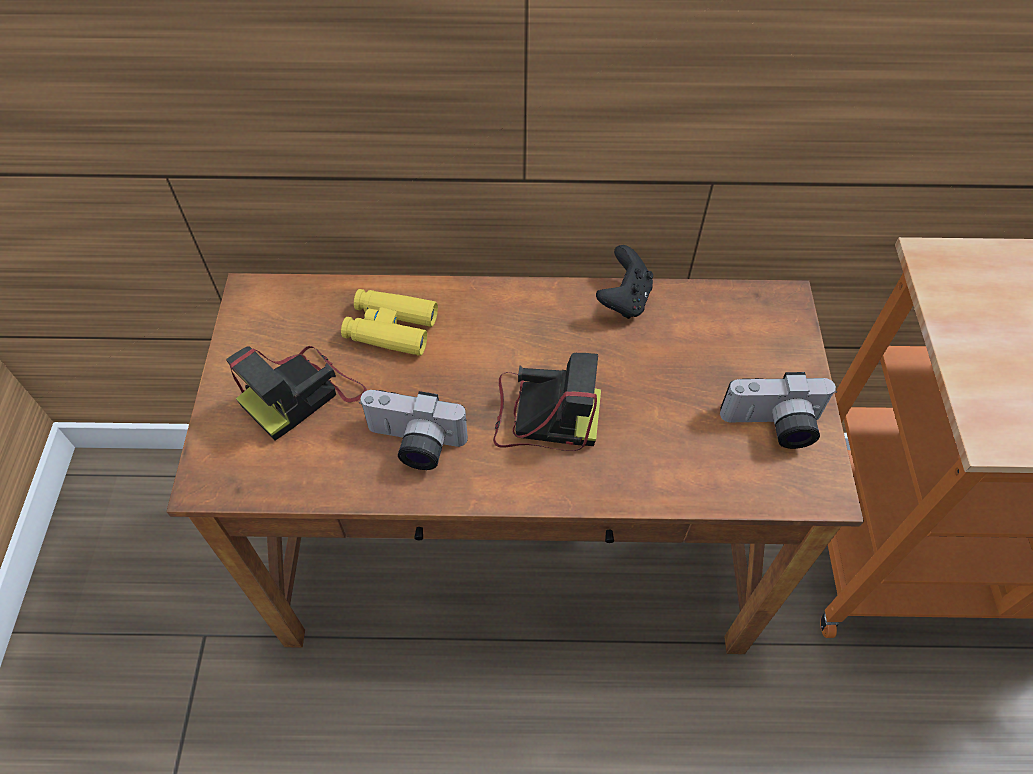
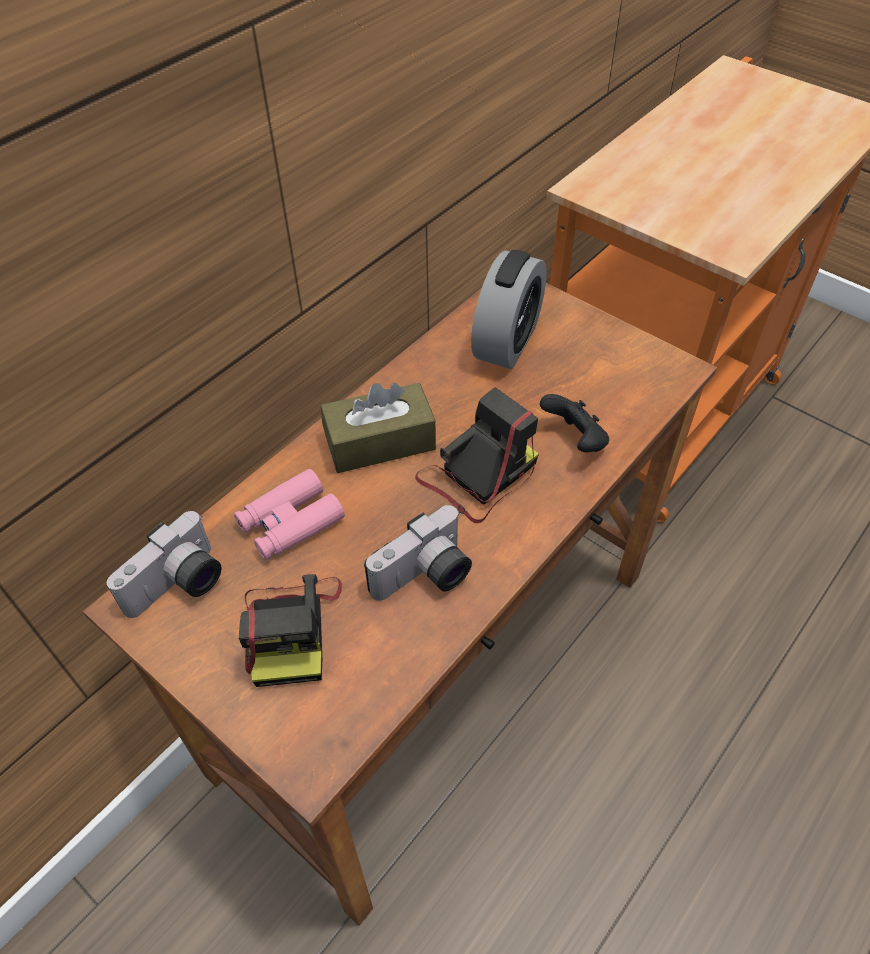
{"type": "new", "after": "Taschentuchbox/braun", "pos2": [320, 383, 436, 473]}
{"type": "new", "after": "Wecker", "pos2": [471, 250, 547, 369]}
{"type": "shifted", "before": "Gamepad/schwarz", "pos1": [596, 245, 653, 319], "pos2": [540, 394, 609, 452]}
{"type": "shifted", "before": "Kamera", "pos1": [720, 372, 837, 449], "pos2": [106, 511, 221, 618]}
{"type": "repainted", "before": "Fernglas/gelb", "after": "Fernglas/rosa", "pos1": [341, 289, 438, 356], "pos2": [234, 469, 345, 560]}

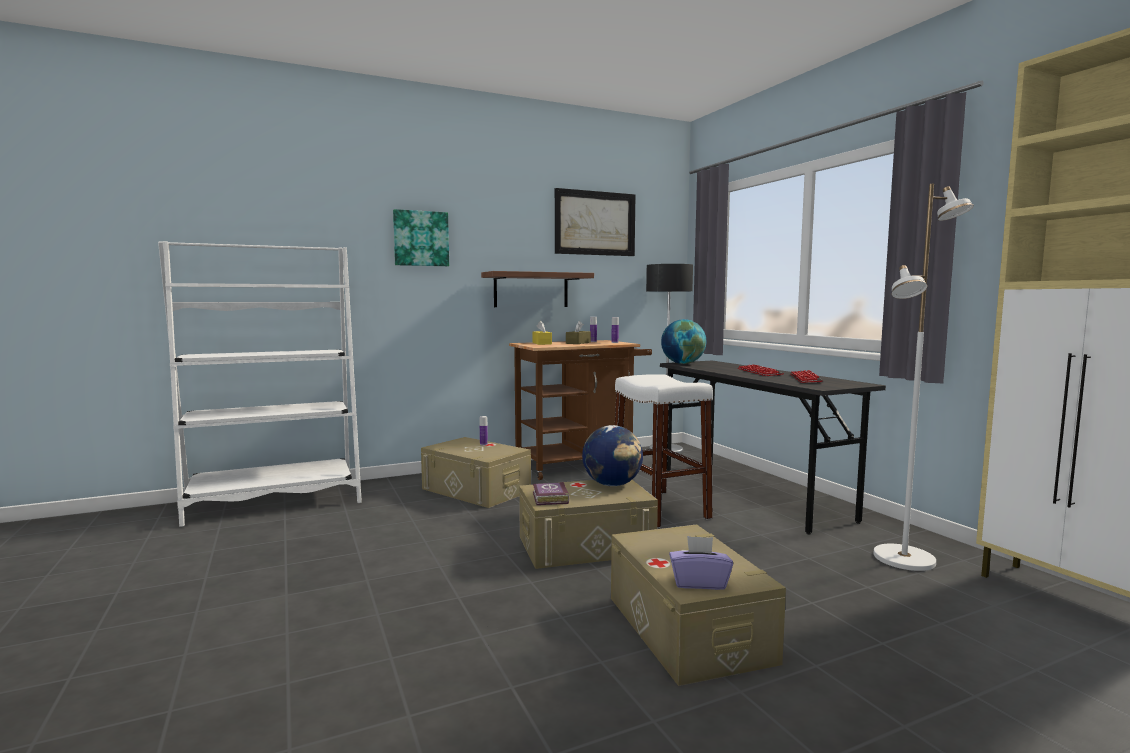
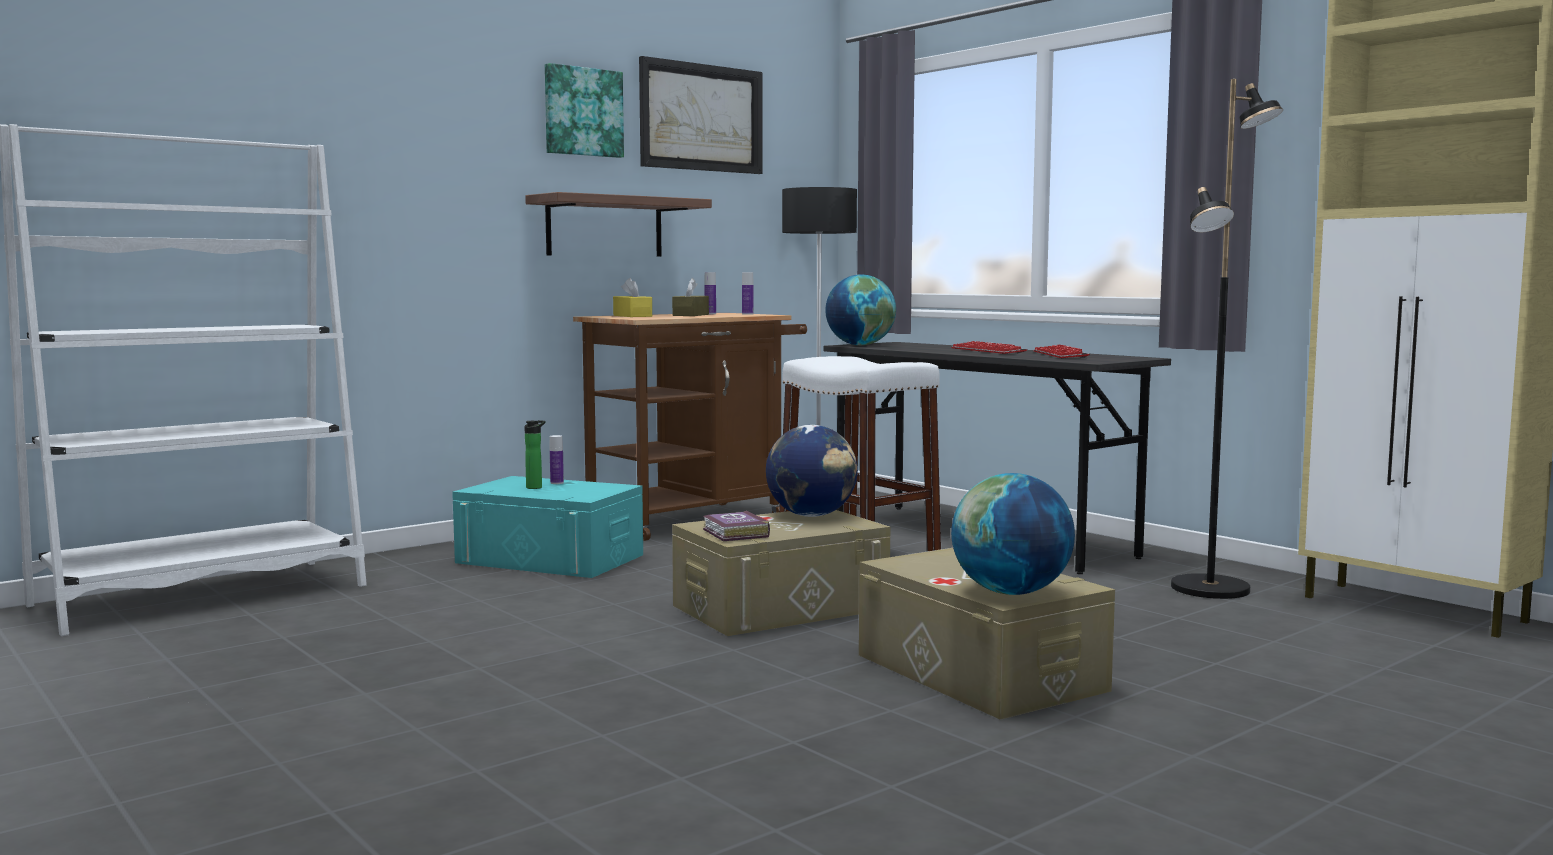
{"type": "new", "after": "Flasche", "pos2": [525, 420, 545, 489]}
{"type": "shifted", "before": "Bild", "pos1": [393, 209, 449, 266], "pos2": [545, 63, 624, 158]}
{"type": "swapped", "before": "Taschentuchbox/lila", "after": "Globus", "pos1": [669, 536, 733, 590], "pos2": [951, 473, 1075, 595]}
{"type": "repainted", "before": "Aufbewahrungsbox/beige", "after": "Aufbewahrungsbox/türkis", "pos1": [421, 437, 531, 508], "pos2": [452, 476, 643, 578]}
{"type": "repainted", "before": "Stehlampe/weiß", "after": "Stehlampe/schwarz", "pos1": [874, 184, 974, 571], "pos2": [1171, 79, 1283, 599]}

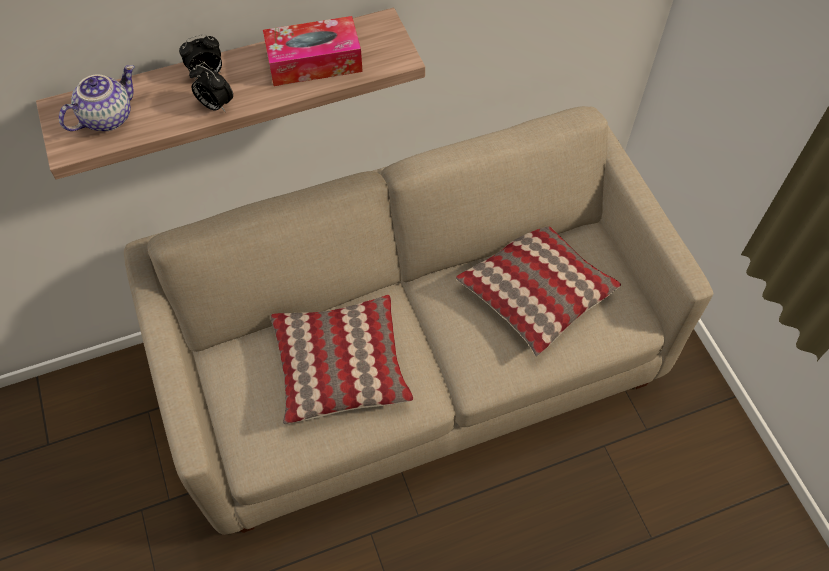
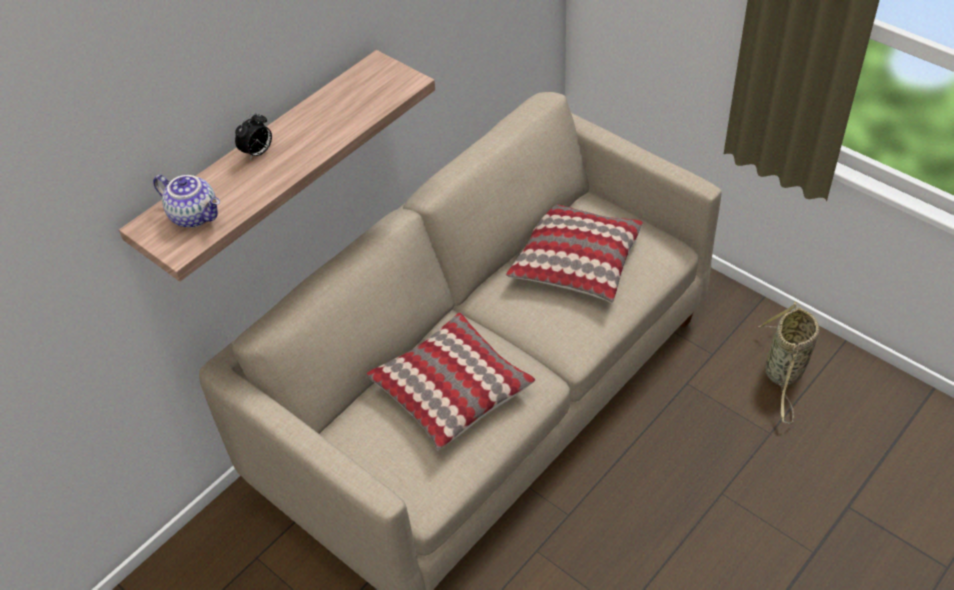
{"type": "gone", "before": "Wecker", "pos1": [189, 65, 233, 112]}
{"type": "gone", "before": "Taschentuchbox", "pos1": [263, 16, 363, 86]}
{"type": "new", "after": "Korb", "pos2": [758, 301, 819, 424]}
{"type": "rotated", "before": "Teekanne", "pos1": [59, 65, 135, 131], "pos2": [153, 175, 220, 228], "turn": 105}

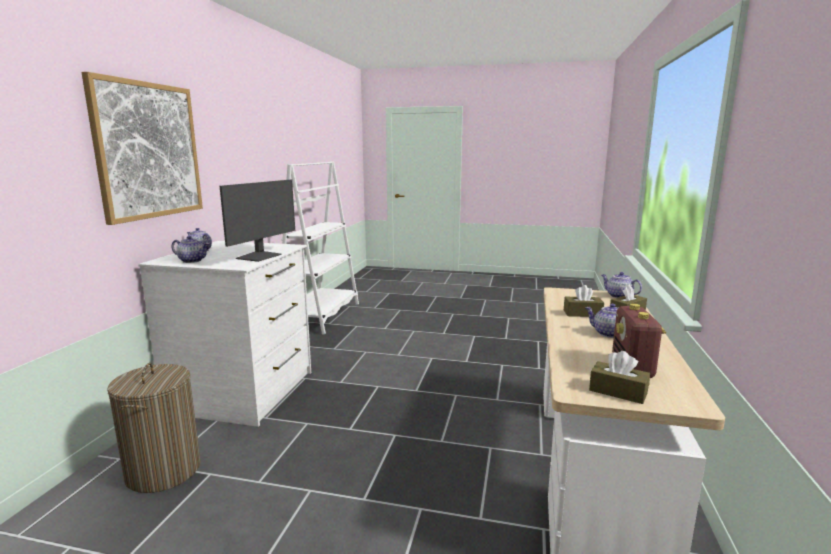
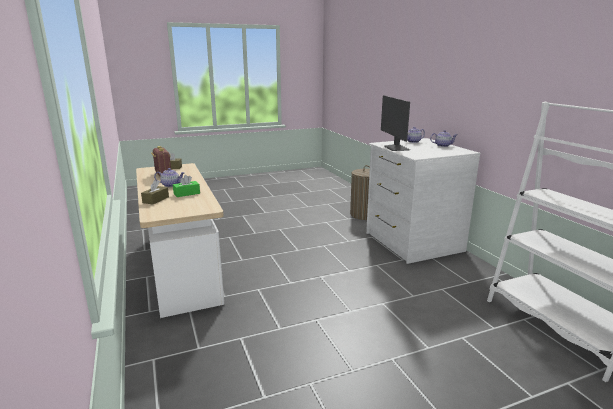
{"type": "gone", "before": "Bild", "pos1": [81, 72, 203, 225]}
{"type": "gone", "before": "Teekanne", "pos1": [602, 272, 642, 298]}
{"type": "repainted", "before": "Taschentuchbox/braun", "after": "Taschentuchbox/grün", "pos1": [564, 285, 604, 317], "pos2": [173, 175, 200, 197]}

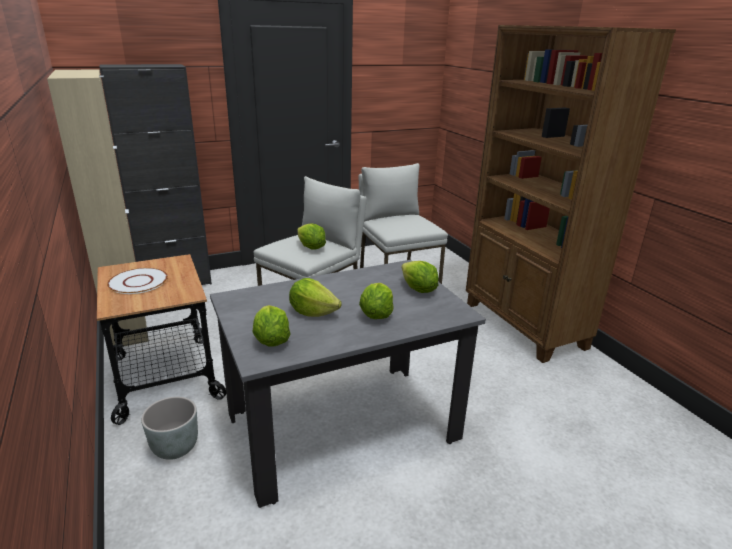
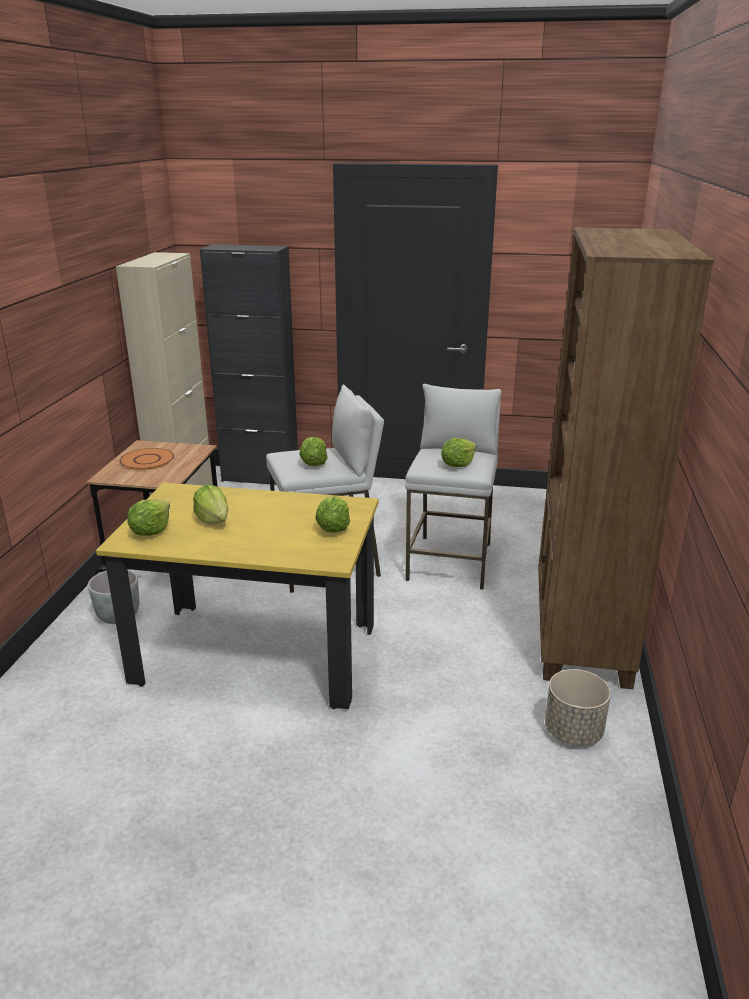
{"type": "new", "after": "Pflanzkübel/beige", "pos2": [545, 669, 611, 746]}
{"type": "shifted", "before": "Salatkopf", "pos1": [359, 283, 394, 319], "pos2": [441, 438, 476, 467]}
{"type": "repainted", "before": "Teller/weiß", "after": "Teller/orange", "pos1": [107, 268, 168, 294], "pos2": [120, 448, 174, 470]}
{"type": "repainted", "before": "Esstisch/grau", "after": "Esstisch/gelb", "pos1": [210, 260, 486, 508], "pos2": [96, 483, 379, 709]}

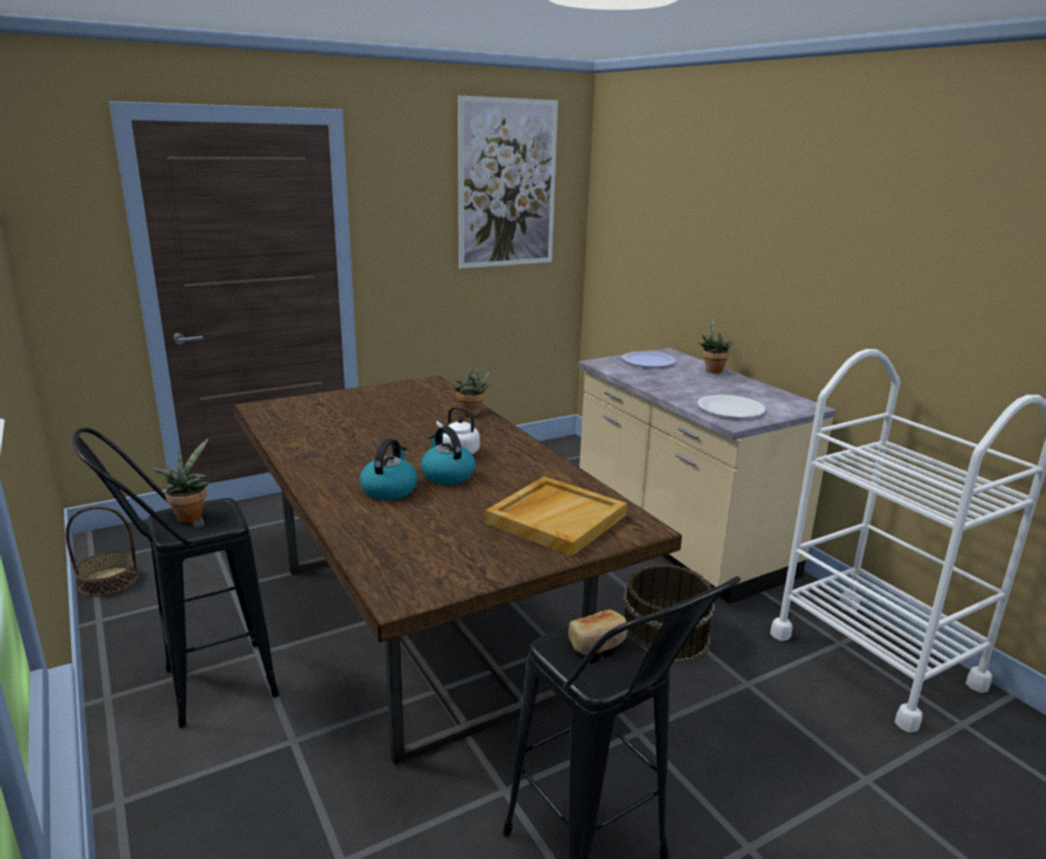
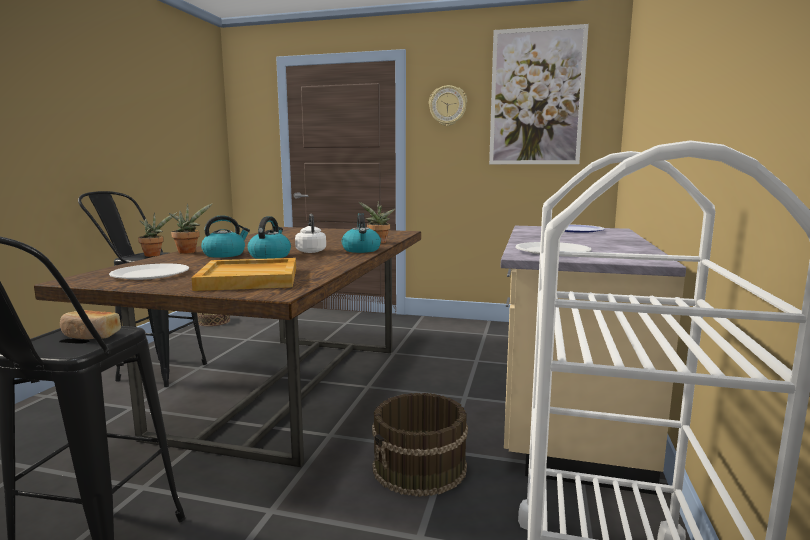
{"type": "new", "after": "Teller/weiß", "pos2": [109, 264, 189, 280]}
{"type": "new", "after": "Wasserkessel", "pos2": [342, 213, 381, 253]}
{"type": "new", "after": "Wanduhr", "pos2": [429, 85, 467, 126]}
{"type": "shifted", "before": "Topfpflanze", "pos1": [698, 318, 732, 374], "pos2": [168, 203, 213, 254]}

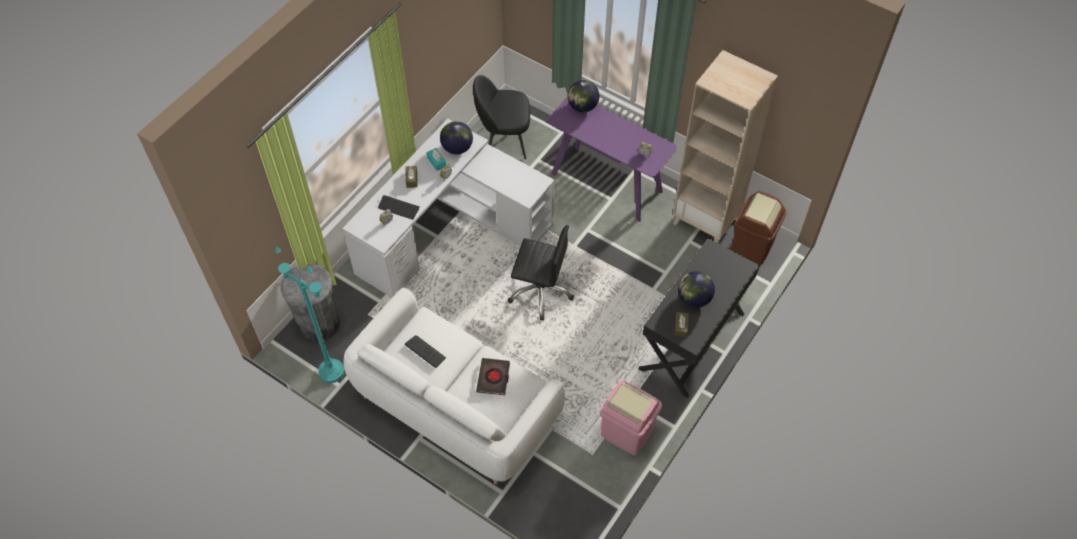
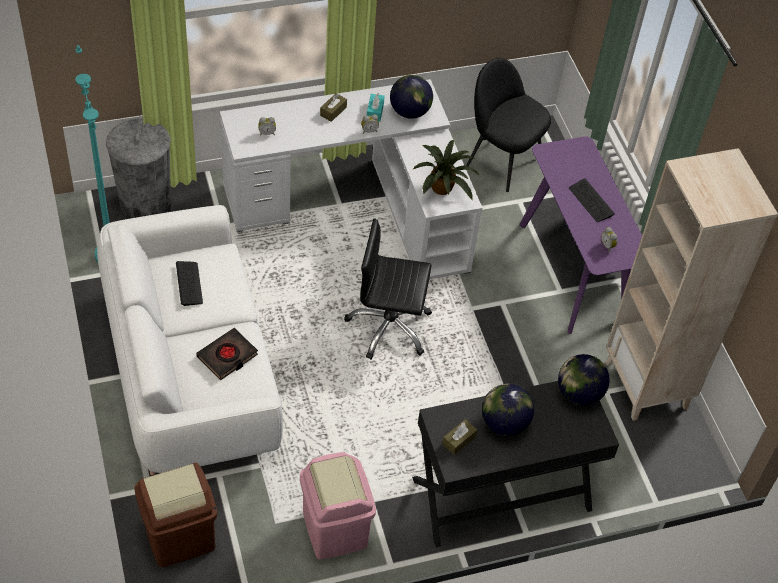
{"type": "new", "after": "Topfpflanze", "pos2": [412, 140, 480, 201]}
{"type": "shifted", "before": "Tastatur", "pos1": [378, 195, 420, 220], "pos2": [569, 178, 615, 222]}
{"type": "shifted", "before": "Globus", "pos1": [567, 80, 599, 112], "pos2": [558, 354, 610, 405]}
{"type": "shifted", "before": "Mülleimer/braun", "pos1": [731, 191, 786, 265], "pos2": [135, 463, 217, 567]}
{"type": "rotated", "before": "Bürostuhl/schwarz", "pos1": [508, 225, 574, 320], "pos2": [344, 218, 432, 360], "turn": 135}

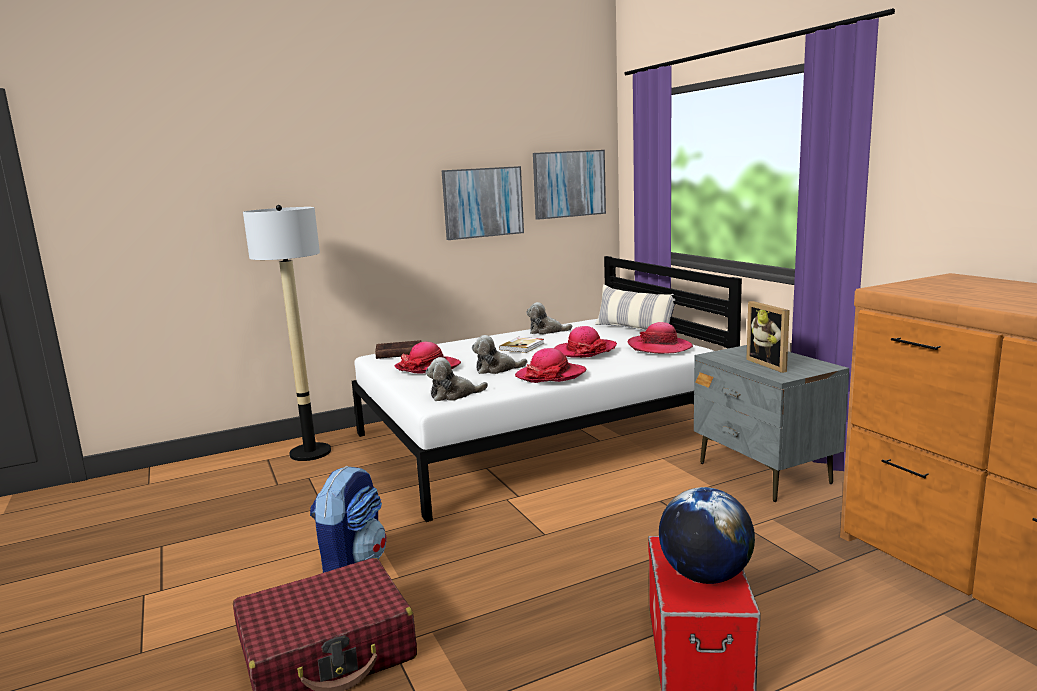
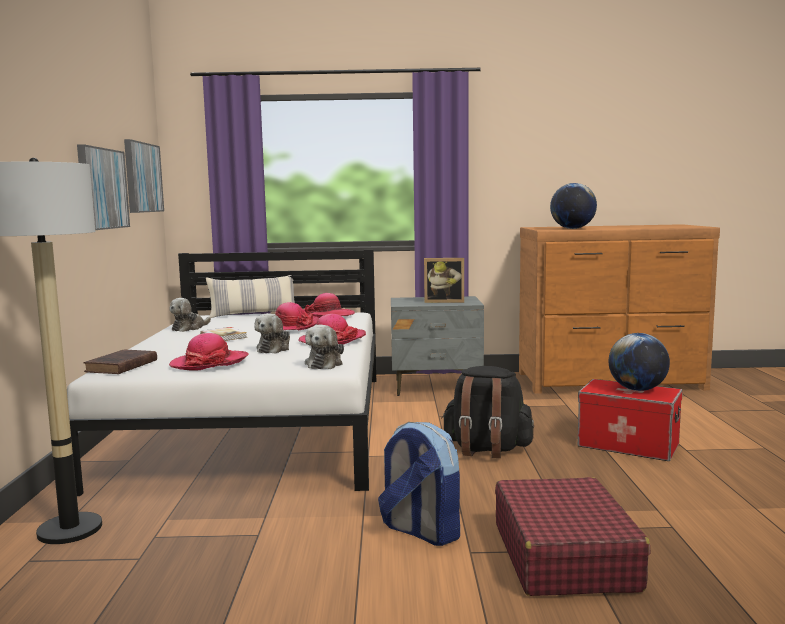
{"type": "new", "after": "Rucksack/schwarz", "pos2": [441, 366, 534, 458]}
{"type": "new", "after": "Globus", "pos2": [550, 183, 597, 229]}

